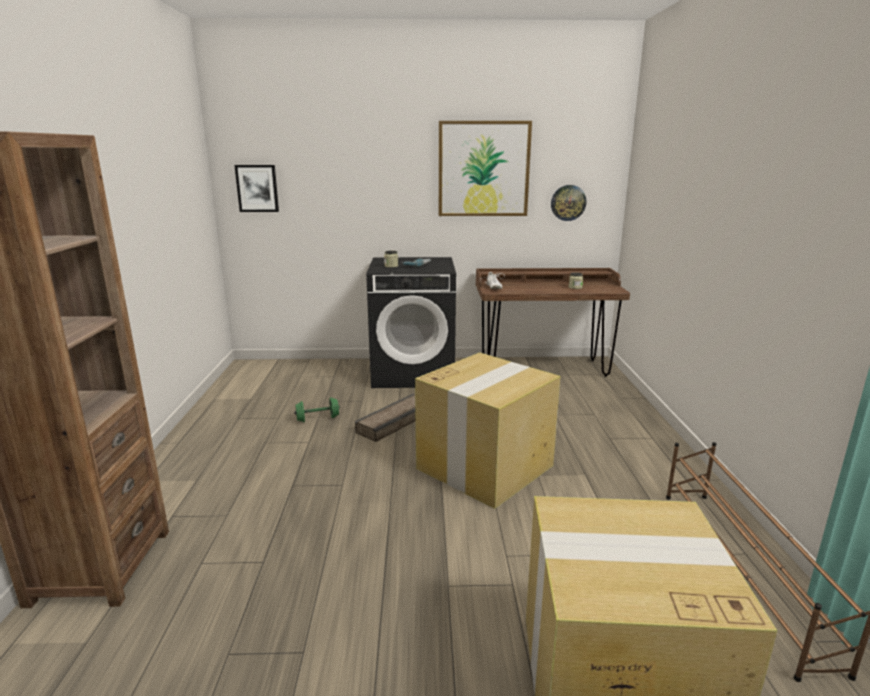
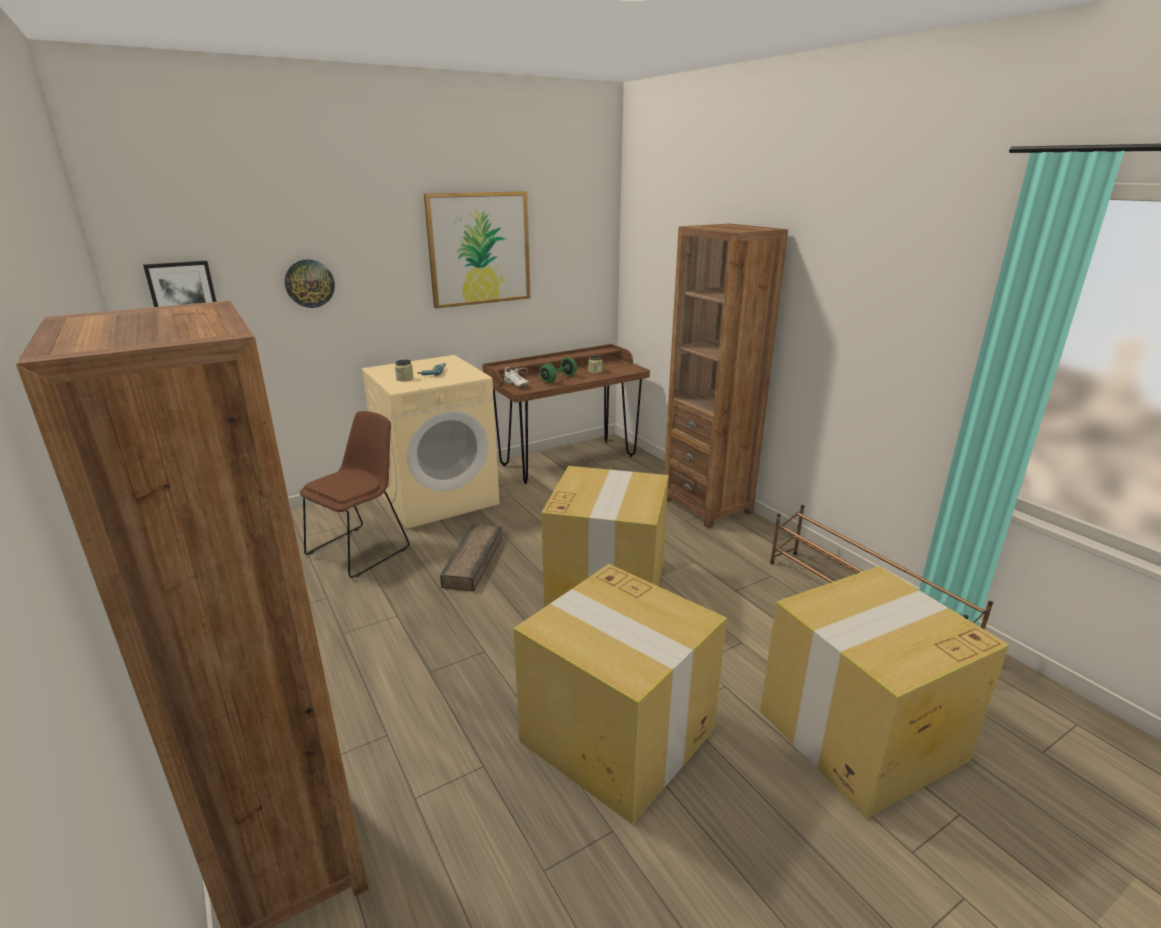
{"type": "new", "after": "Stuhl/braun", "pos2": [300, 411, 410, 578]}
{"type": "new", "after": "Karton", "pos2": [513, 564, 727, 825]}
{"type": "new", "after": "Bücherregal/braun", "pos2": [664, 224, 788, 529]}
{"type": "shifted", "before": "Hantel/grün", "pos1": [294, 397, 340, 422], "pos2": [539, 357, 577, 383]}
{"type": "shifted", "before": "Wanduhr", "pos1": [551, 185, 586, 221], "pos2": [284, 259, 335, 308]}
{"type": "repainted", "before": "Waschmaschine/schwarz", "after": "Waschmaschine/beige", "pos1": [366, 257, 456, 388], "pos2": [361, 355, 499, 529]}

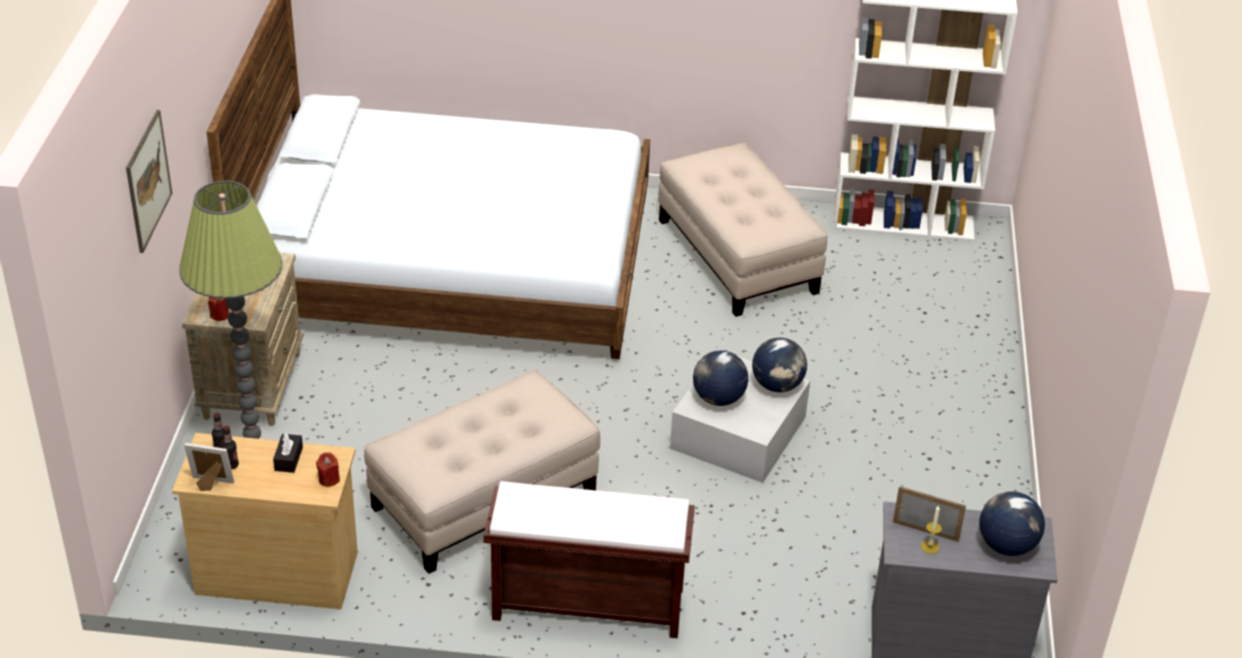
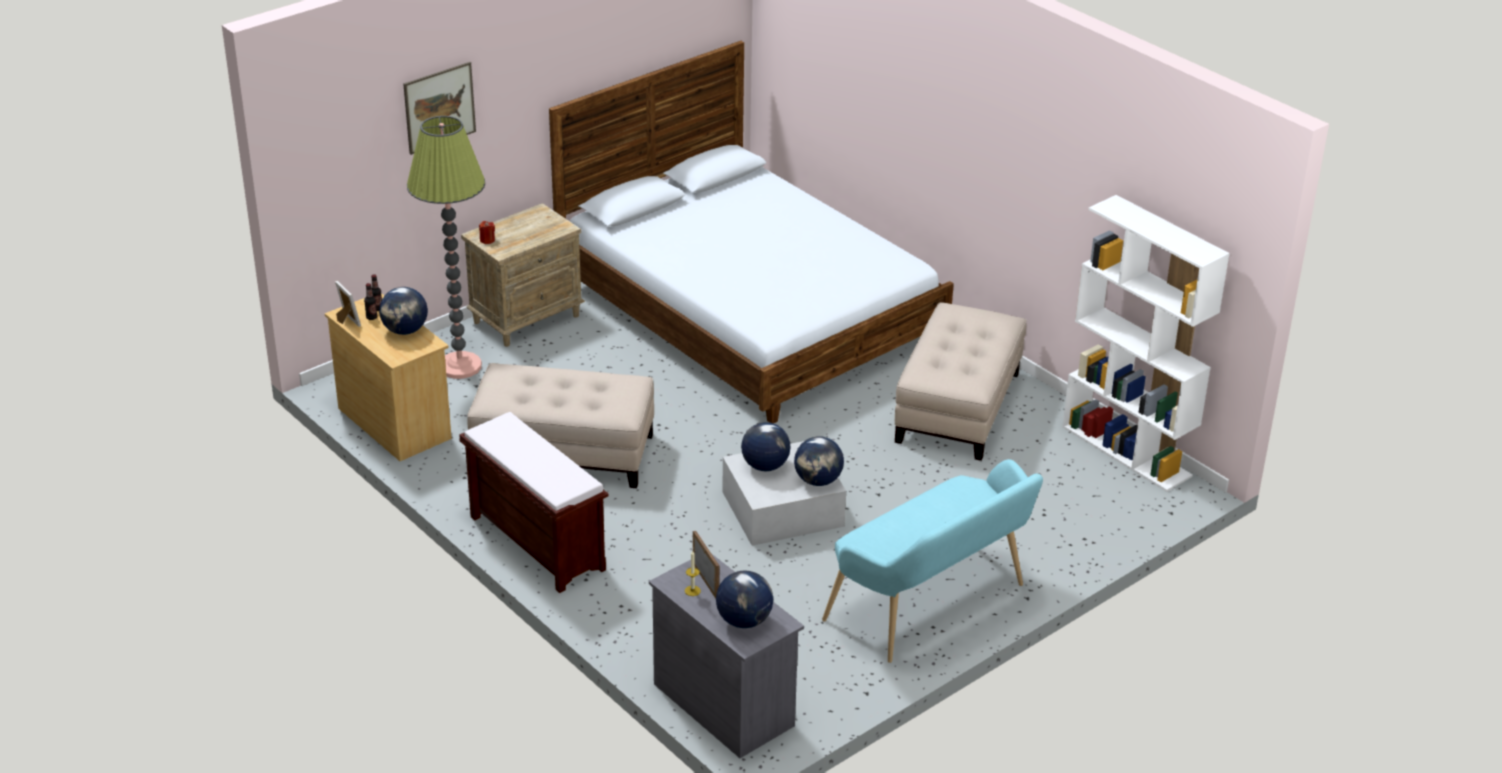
{"type": "gone", "before": "Kerze/rot", "pos1": [316, 452, 340, 487]}
{"type": "new", "after": "Bank/türkis", "pos2": [822, 459, 1043, 663]}
{"type": "swapped", "before": "Taschentuchbox/schwarz", "after": "Globus", "pos1": [273, 433, 303, 473], "pos2": [379, 287, 428, 335]}

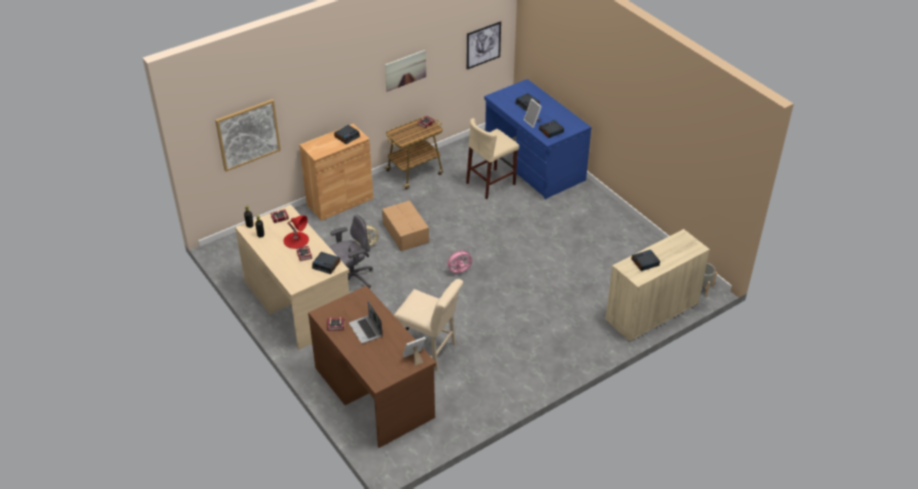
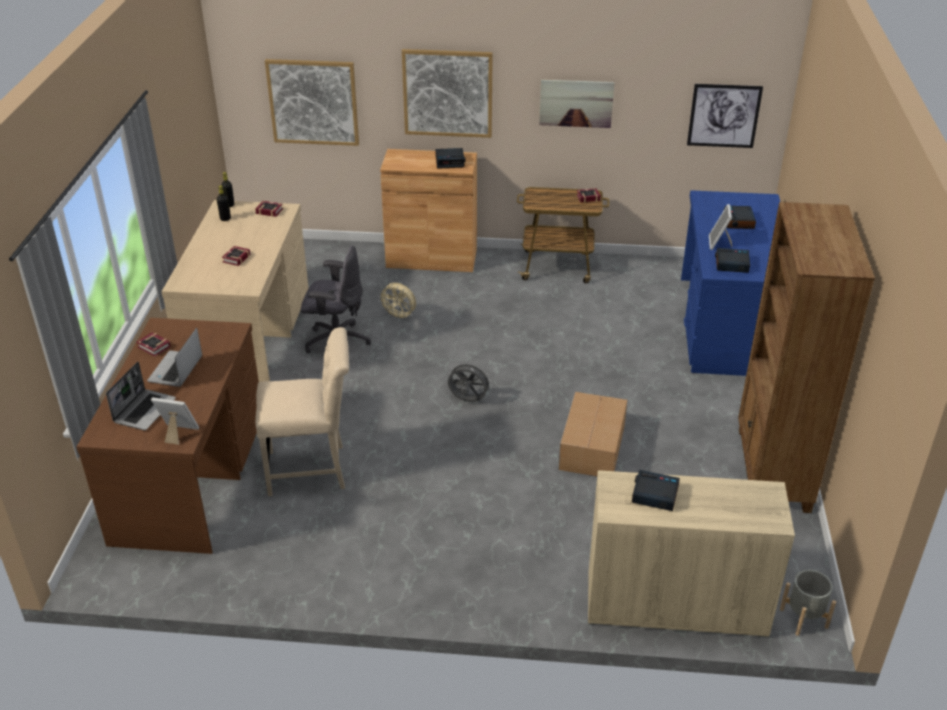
{"type": "gone", "before": "Tischlampe/rot", "pos1": [283, 216, 309, 249]}
{"type": "gone", "before": "Wecker", "pos1": [312, 252, 340, 274]}
{"type": "gone", "before": "Hocker/beige", "pos1": [466, 118, 519, 199]}
{"type": "new", "after": "Laptop", "pos2": [106, 362, 176, 430]}
{"type": "new", "after": "Bild", "pos2": [402, 49, 493, 138]}
{"type": "new", "after": "Bücherregal/braun", "pos2": [738, 202, 875, 513]}
{"type": "shifted", "before": "Karton", "pos1": [382, 200, 429, 251], "pos2": [559, 392, 627, 477]}
{"type": "repainted", "before": "Ventilator/rosa", "after": "Ventilator/grau", "pos1": [445, 251, 472, 273], "pos2": [448, 361, 492, 402]}
{"type": "rotated", "before": "Stuhl/beige", "pos1": [394, 279, 463, 371], "pos2": [255, 327, 349, 496], "turn": -75}

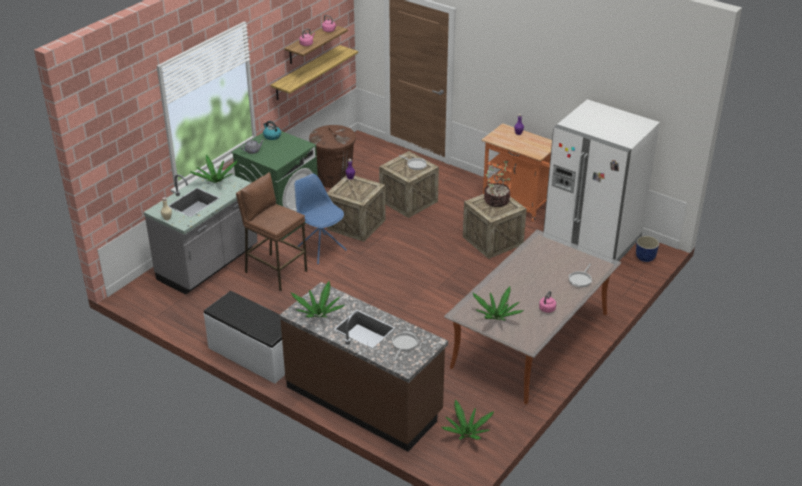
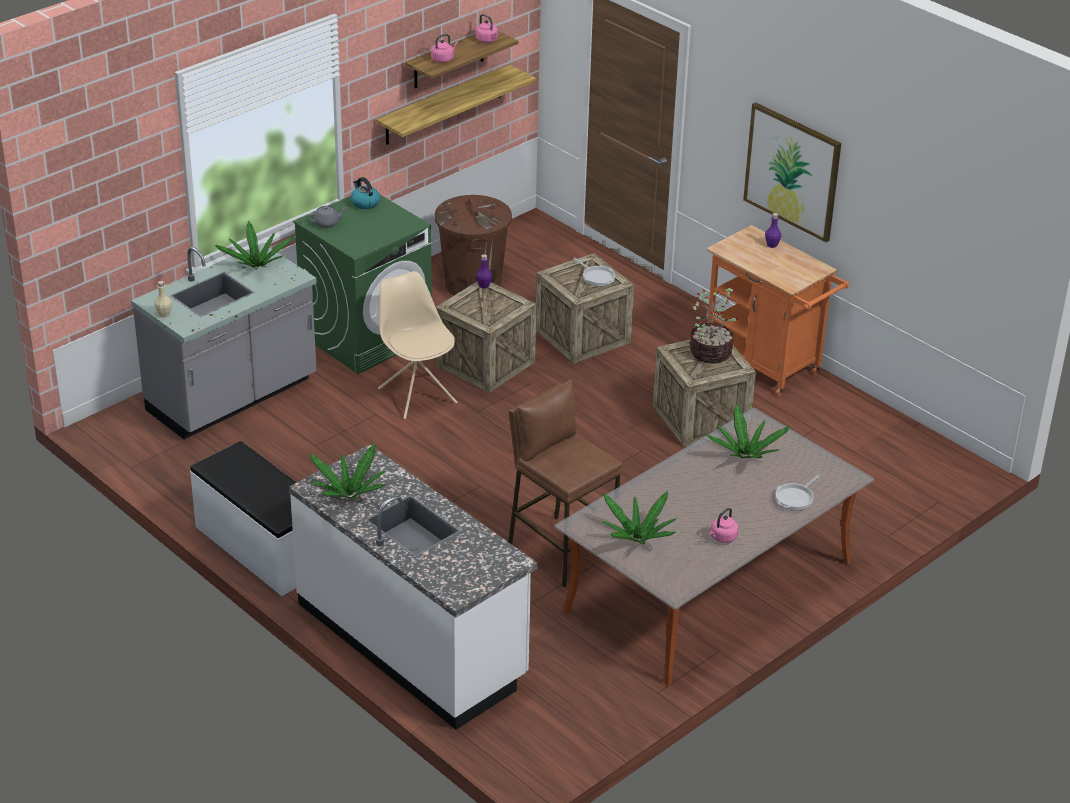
{"type": "gone", "before": "Pfanne", "pos1": [392, 331, 418, 362]}
{"type": "gone", "before": "Kühlschrank/weiß", "pos1": [543, 99, 660, 261]}
{"type": "gone", "before": "Pflanzkübel", "pos1": [636, 236, 659, 262]}
{"type": "new", "after": "Bild", "pos2": [743, 102, 841, 242]}
{"type": "shifted", "before": "Hocker/braun", "pos1": [236, 172, 307, 291], "pos2": [508, 380, 623, 587]}
{"type": "shifted", "before": "Topfpflanze", "pos1": [441, 399, 494, 440], "pos2": [707, 404, 791, 458]}
{"type": "repainted", "before": "Küchenzeile/braun", "after": "Küchenzeile/weiß", "pos1": [279, 282, 448, 451], "pos2": [289, 444, 537, 730]}
{"type": "repainted", "before": "Stuhl/blau", "after": "Stuhl/beige", "pos1": [295, 174, 347, 264], "pos2": [378, 271, 457, 419]}

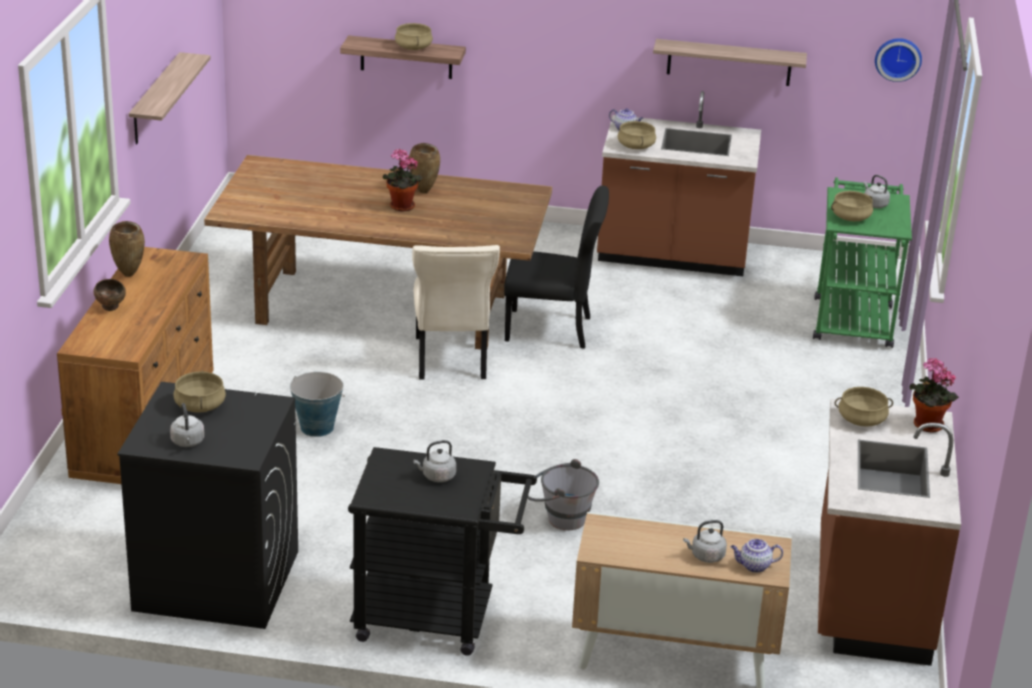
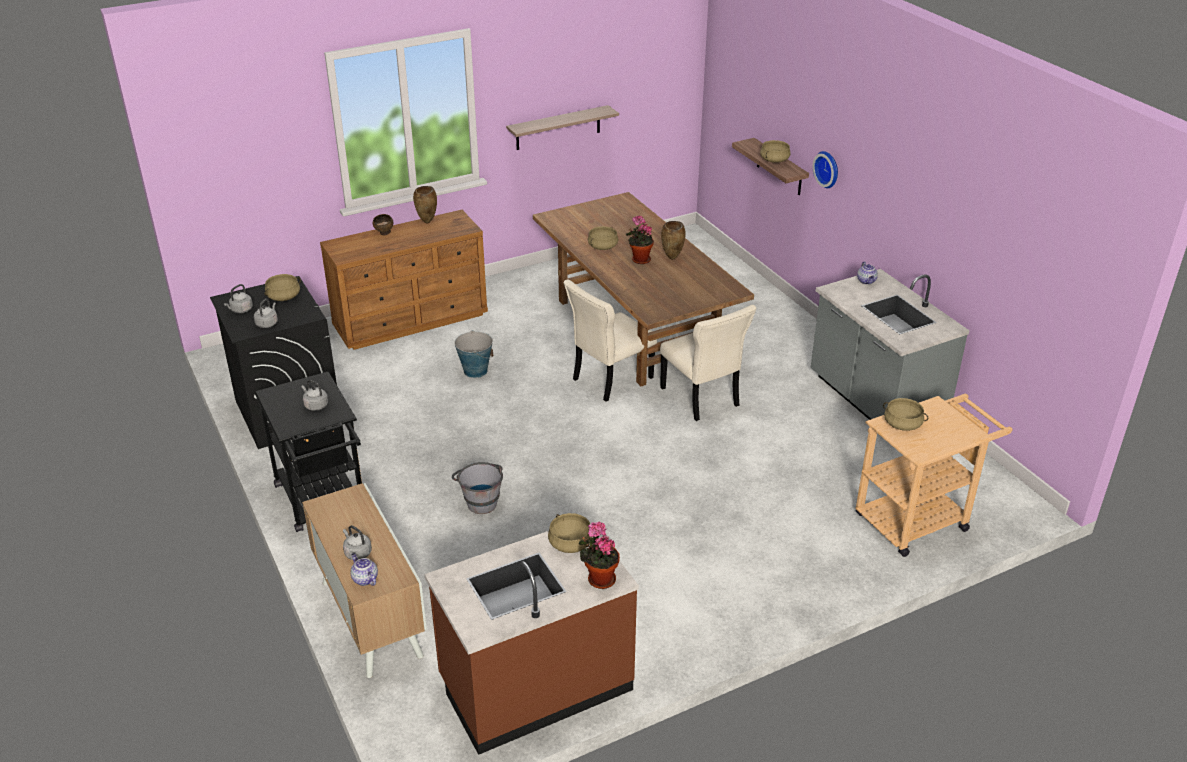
{"type": "gone", "before": "Wandregal", "pos1": [653, 39, 807, 86]}
{"type": "shifted", "before": "Kochtopf/beige", "pos1": [617, 121, 656, 149], "pos2": [588, 226, 618, 250]}
{"type": "shifted", "before": "Wasserkessel/grau", "pos1": [864, 175, 890, 208], "pos2": [254, 298, 278, 328]}
{"type": "shifted", "before": "Wanduhr", "pos1": [875, 38, 922, 82], "pos2": [813, 151, 838, 188]}
{"type": "repainted", "before": "Stuhl/schwarz", "after": "Stuhl/beige", "pos1": [504, 186, 609, 349], "pos2": [660, 305, 756, 421]}
{"type": "repainted", "before": "Küchenzeile/braun", "after": "Küchenzeile/grau", "pos1": [597, 91, 761, 276], "pos2": [811, 269, 970, 420]}
{"type": "repainted", "before": "Rollwagen/grün", "after": "Rollwagen/beige", "pos1": [813, 177, 912, 348], "pos2": [855, 394, 1012, 557]}

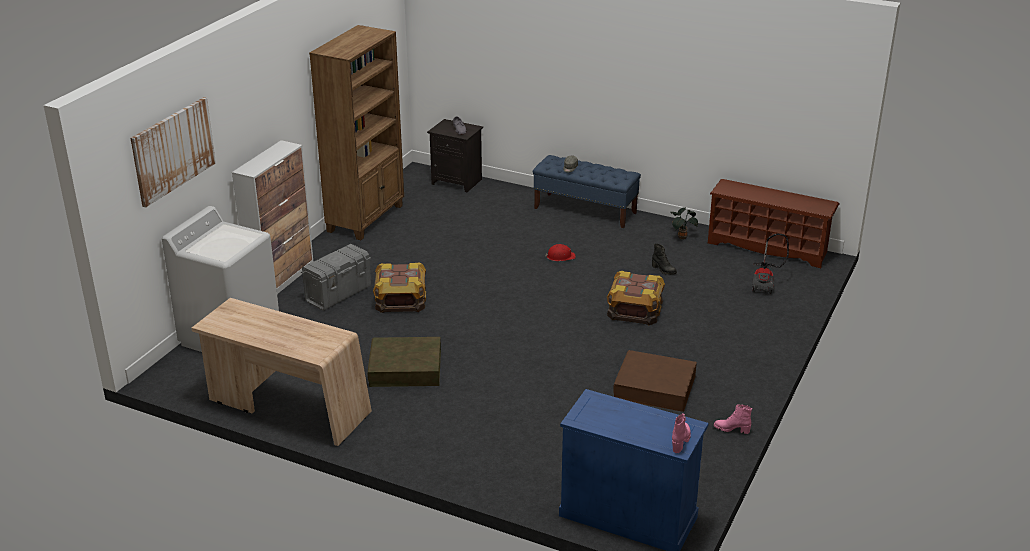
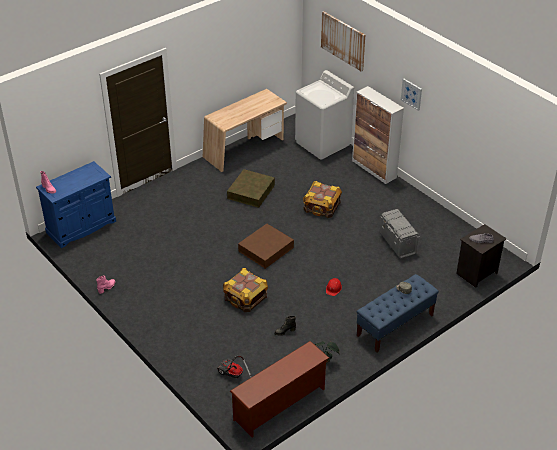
{"type": "gone", "before": "Bücherregal/braun", "pos1": [309, 25, 404, 240]}
{"type": "new", "after": "Bild", "pos2": [401, 79, 422, 111]}
{"type": "shifted", "before": "Aufbewahrungsbox/grau", "pos1": [301, 244, 371, 311], "pos2": [380, 209, 419, 259]}
{"type": "shifted", "before": "Aufbewahrungsbox/braun", "pos1": [614, 350, 697, 412], "pos2": [238, 224, 294, 269]}

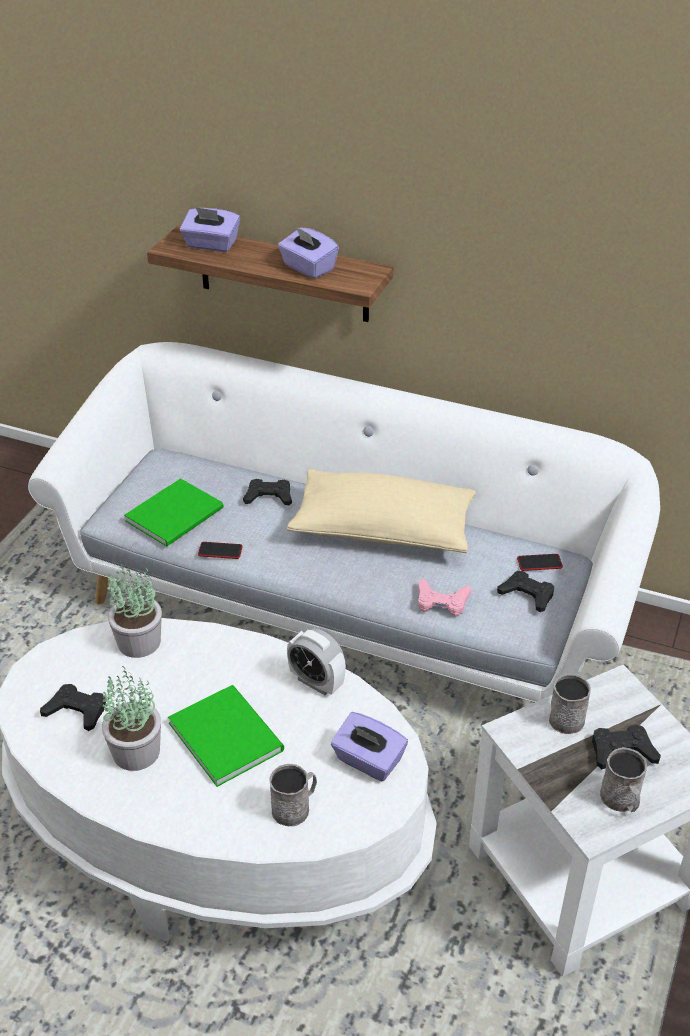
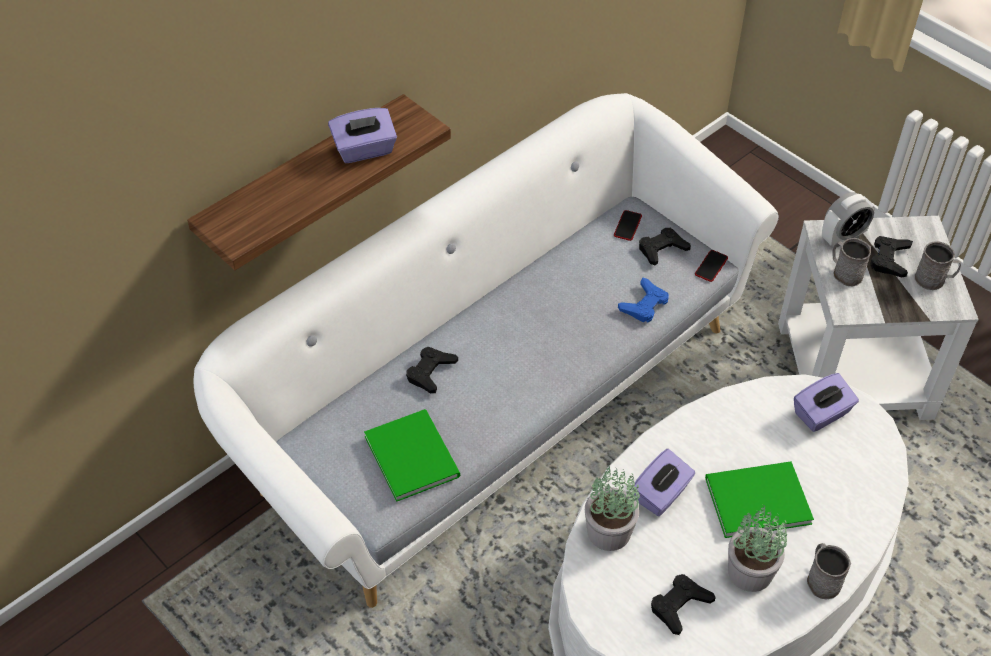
{"type": "gone", "before": "Kissen/beige", "pos1": [287, 469, 476, 553]}
{"type": "shifted", "before": "Taschentuchbox/lila", "pos1": [180, 207, 240, 252], "pos2": [632, 449, 695, 516]}
{"type": "shifted", "before": "Handy", "pos1": [198, 542, 243, 559], "pos2": [695, 250, 728, 282]}
{"type": "shifted", "before": "Henkelbecher/grau", "pos1": [270, 764, 317, 826], "pos2": [807, 543, 851, 600]}
{"type": "shifted", "before": "Wecker", "pos1": [287, 628, 346, 695], "pos2": [822, 192, 875, 248]}
{"type": "repainted", "before": "Gamepad/rosa", "after": "Gamepad/blau", "pos1": [418, 578, 471, 617], "pos2": [618, 277, 669, 323]}

